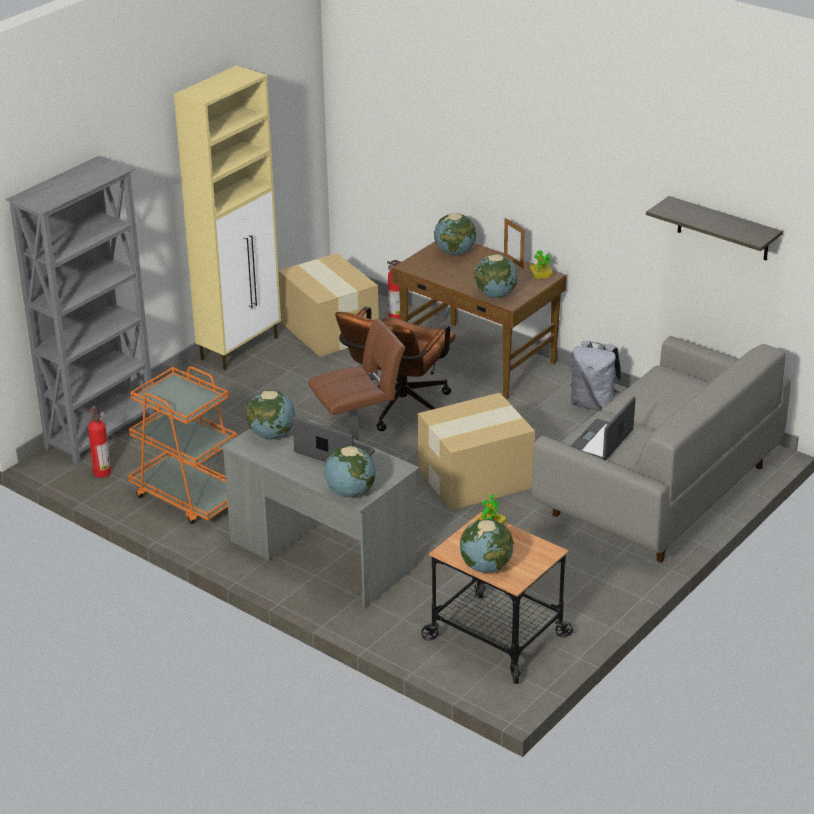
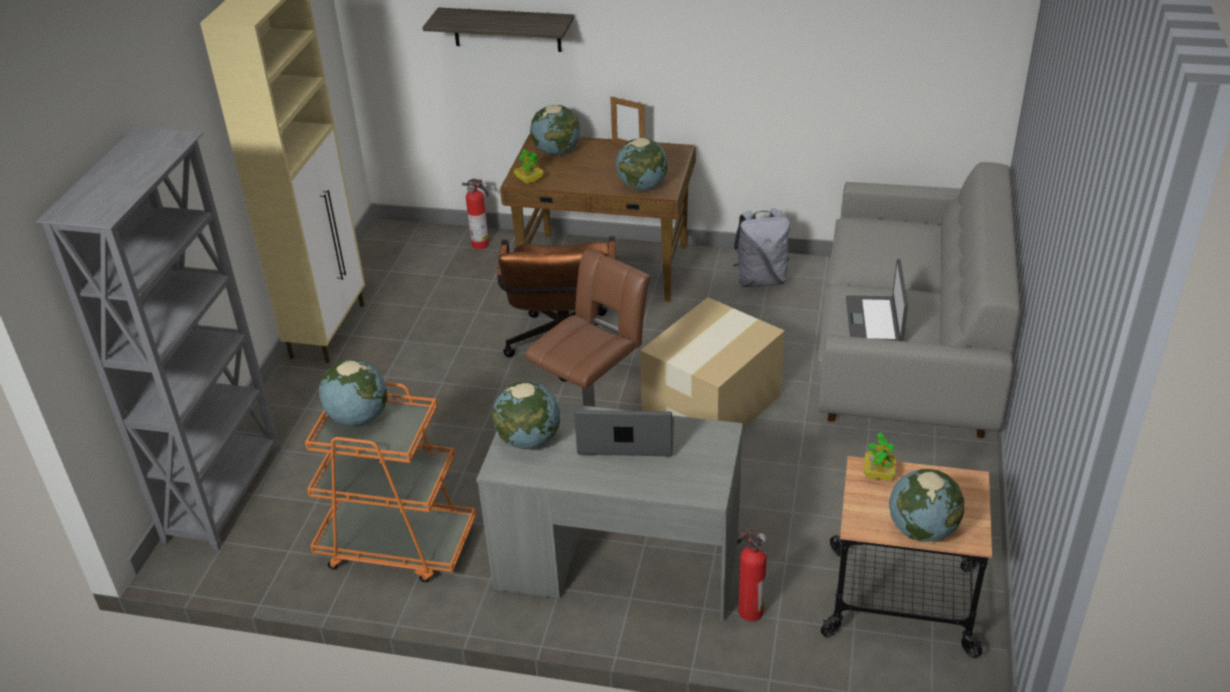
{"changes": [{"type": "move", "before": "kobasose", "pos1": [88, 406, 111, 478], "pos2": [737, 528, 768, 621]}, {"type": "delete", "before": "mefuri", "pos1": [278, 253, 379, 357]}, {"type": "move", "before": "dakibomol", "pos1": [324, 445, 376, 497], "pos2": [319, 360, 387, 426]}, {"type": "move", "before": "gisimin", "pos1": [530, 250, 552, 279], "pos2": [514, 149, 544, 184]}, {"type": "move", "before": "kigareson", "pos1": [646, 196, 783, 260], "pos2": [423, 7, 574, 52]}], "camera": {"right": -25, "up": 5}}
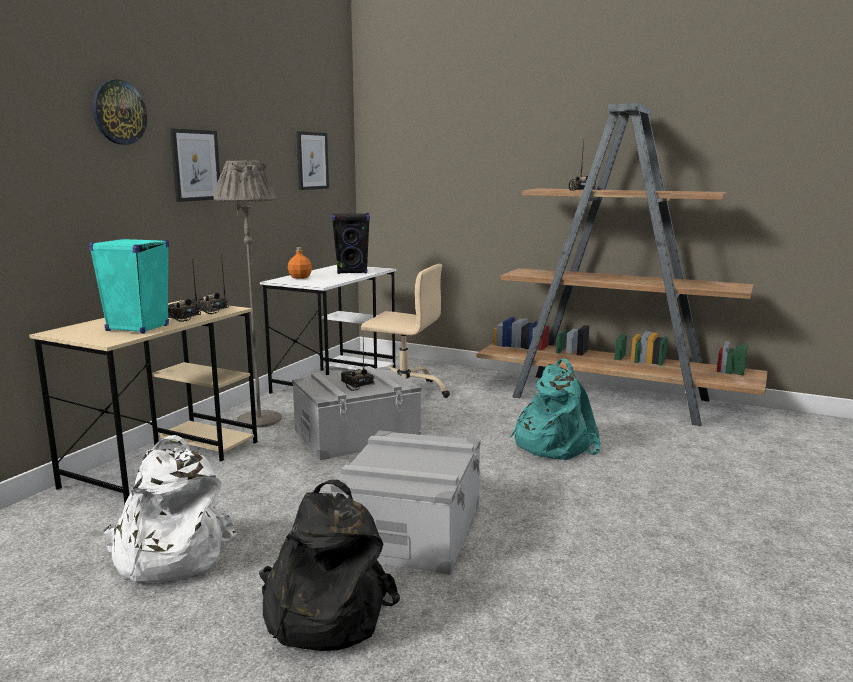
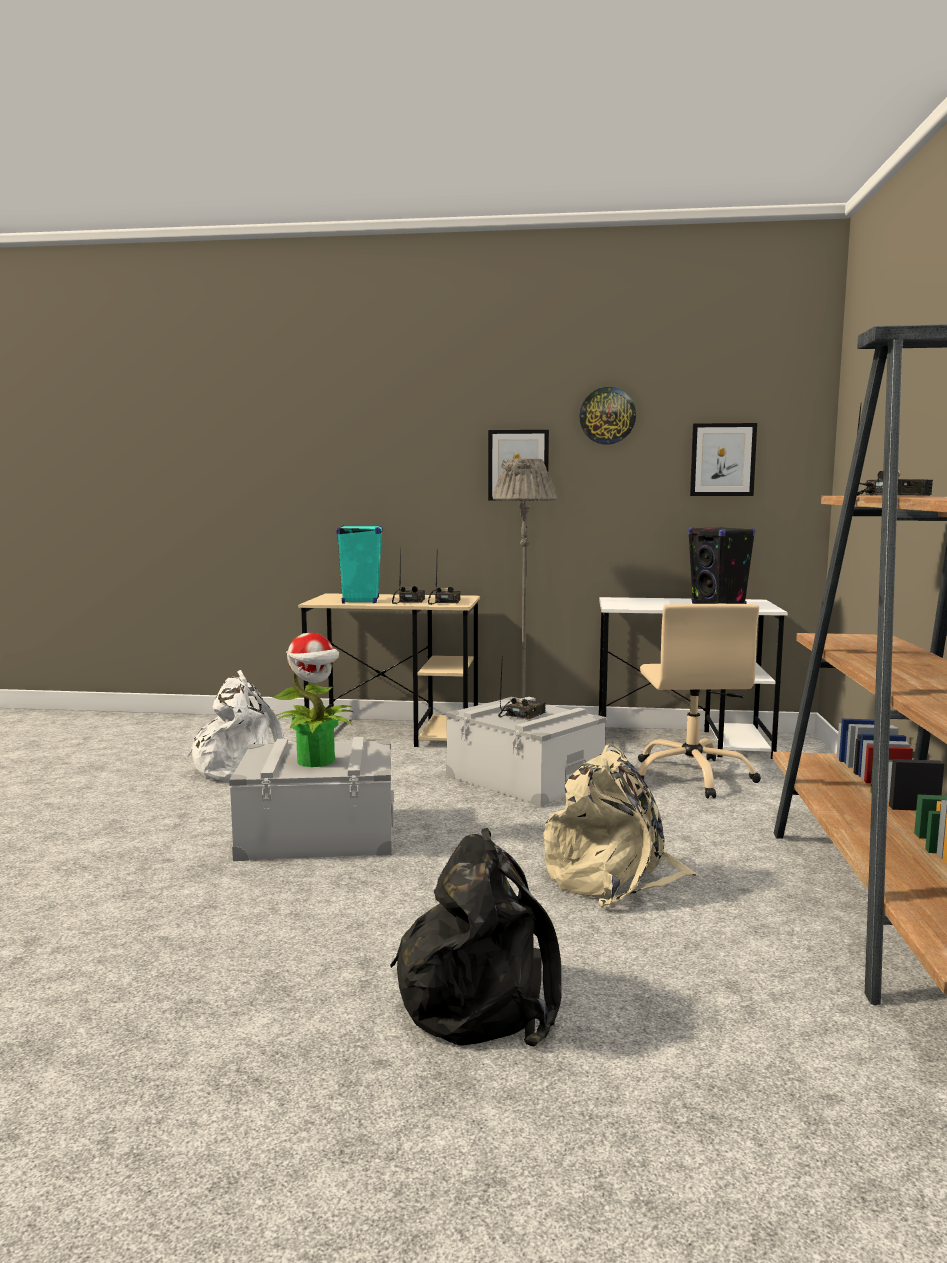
{"changes": [{"type": "move", "before": "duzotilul", "pos1": [92, 80, 147, 145], "pos2": [579, 387, 636, 445]}, {"type": "move", "before": "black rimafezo", "pos1": [259, 480, 400, 651], "pos2": [390, 828, 562, 1046]}, {"type": "delete", "before": "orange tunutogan", "pos1": [288, 247, 312, 279]}, {"type": "recolor", "before": "turquoise rimafezo", "after": "beige rimafezo", "pos1": [510, 358, 601, 460], "pos2": [544, 744, 699, 908]}, {"type": "insert", "after": "gisimin", "pos2": [273, 633, 353, 767]}], "camera": {"right": 70, "up": -5}}
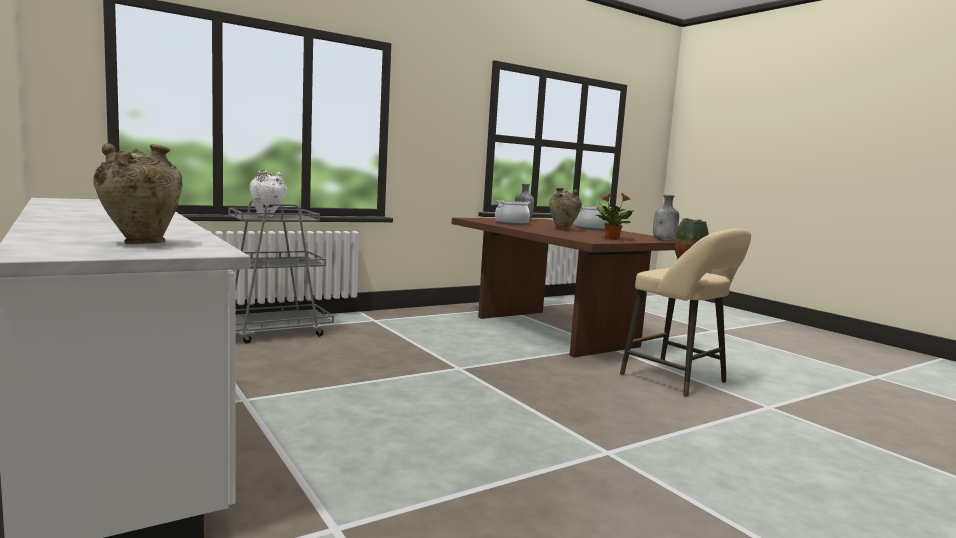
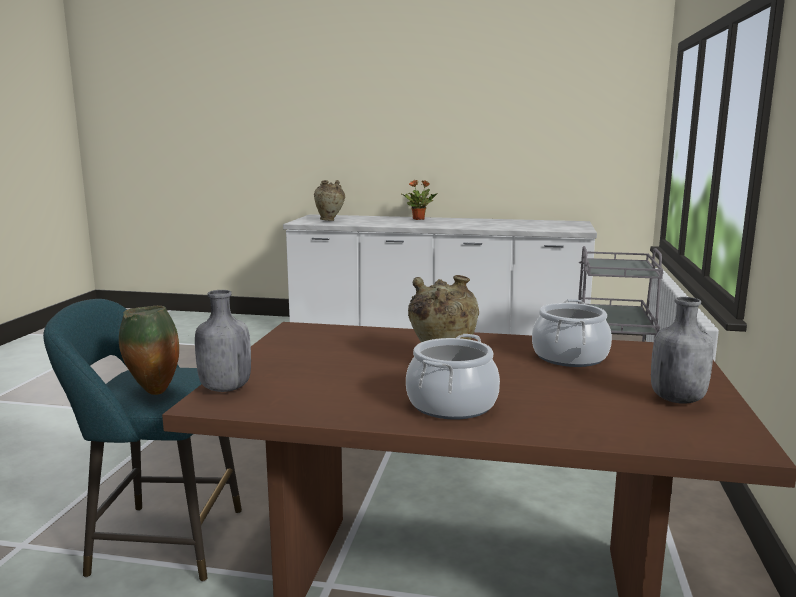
{"changes": [{"type": "delete", "before": "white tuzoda", "pos1": [250, 170, 287, 217]}, {"type": "move", "before": "gisimin", "pos1": [596, 193, 633, 240], "pos2": [402, 180, 438, 220]}, {"type": "recolor", "before": "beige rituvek", "after": "turquoise rituvek", "pos1": [620, 228, 751, 397], "pos2": [43, 299, 242, 582]}], "camera": {"right": 135, "up": 5}}
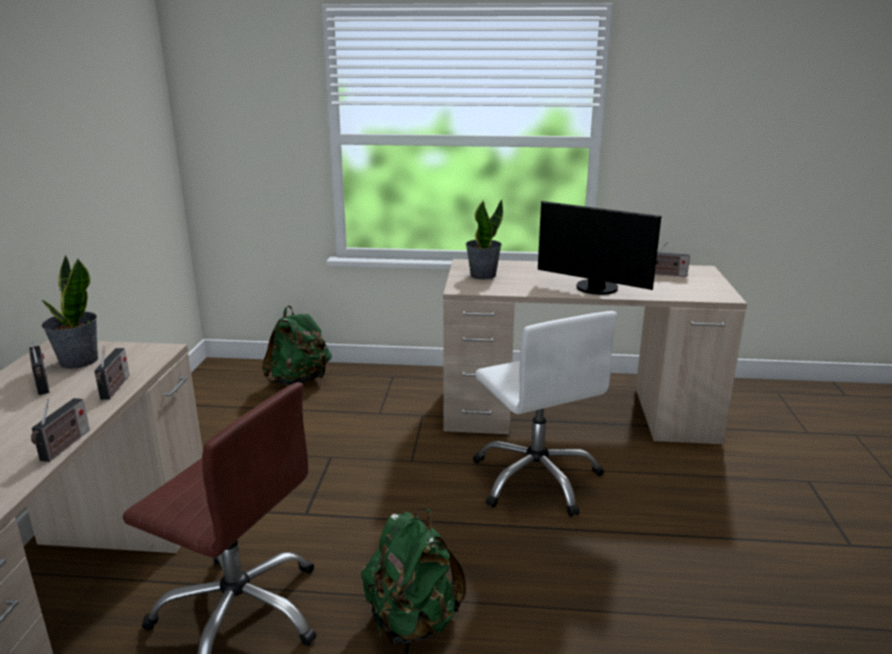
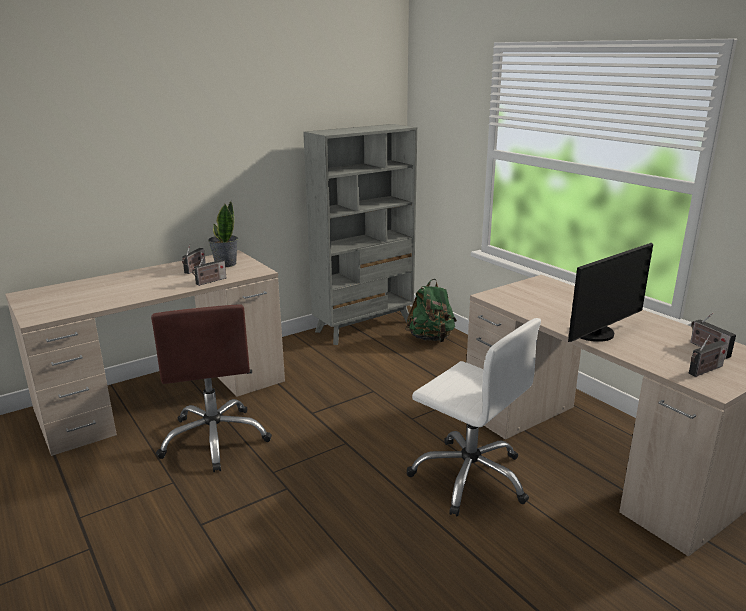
{"changes": [{"type": "move", "before": "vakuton", "pos1": [31, 398, 90, 462], "pos2": [689, 335, 728, 377]}, {"type": "delete", "before": "green rimafezo", "pos1": [361, 508, 466, 646]}, {"type": "delete", "before": "gisimin", "pos1": [466, 200, 503, 279]}, {"type": "rotate", "before": "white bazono", "pos1": [473, 311, 617, 517], "pos2": [407, 318, 541, 516], "turn": -75}, {"type": "rotate", "before": "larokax", "pos1": [538, 201, 661, 295], "pos2": [568, 243, 653, 342], "turn": -120}, {"type": "insert", "after": "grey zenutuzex", "pos2": [303, 124, 417, 345]}], "camera": {"right": 50, "up": 0}}
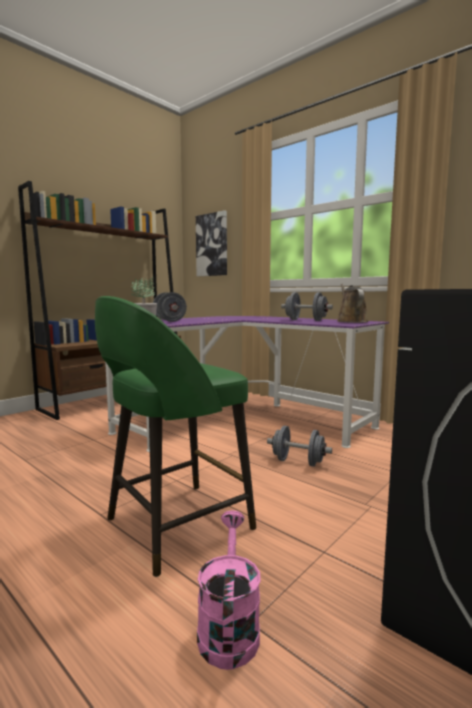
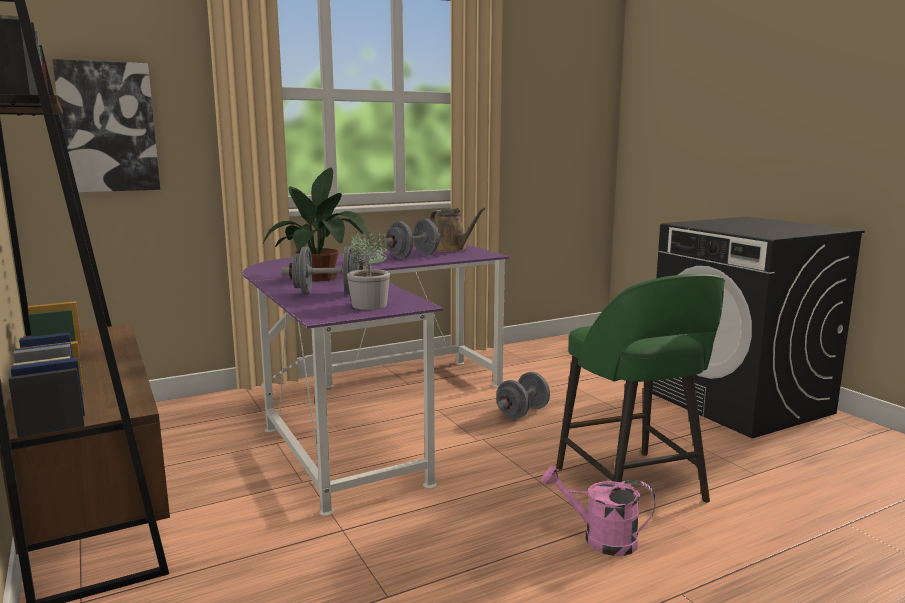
{"changes": [{"type": "move", "before": "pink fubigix", "pos1": [197, 510, 261, 670], "pos2": [541, 465, 656, 556]}, {"type": "rotate", "before": "brown fubigix", "pos1": [337, 283, 368, 323], "pos2": [430, 208, 486, 252], "turn": -150}, {"type": "insert", "after": "gisimin", "pos2": [263, 168, 369, 282]}], "camera": {"right": -70, "up": 5}}
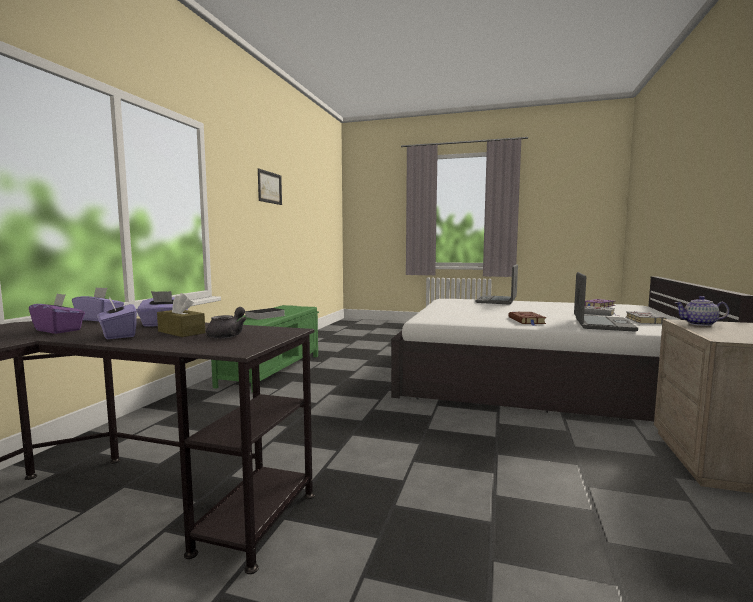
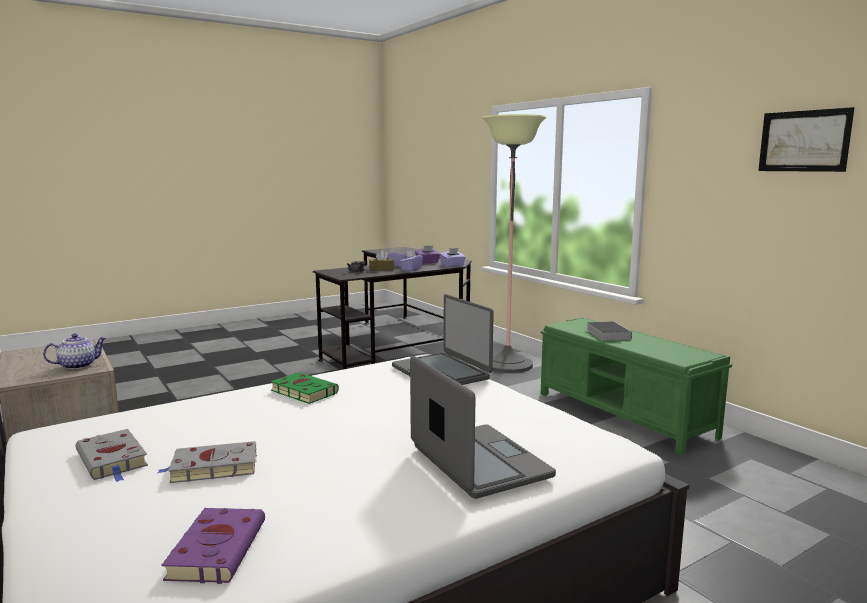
{"changes": [{"type": "recolor", "before": "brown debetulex", "after": "green debetulex", "pos1": [509, 312, 546, 326], "pos2": [270, 372, 339, 404]}, {"type": "move", "before": "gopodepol", "pos1": [574, 272, 638, 332], "pos2": [392, 294, 494, 385]}, {"type": "insert", "after": "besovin", "pos2": [482, 114, 547, 373]}], "camera": {"right": 130, "up": 5}}
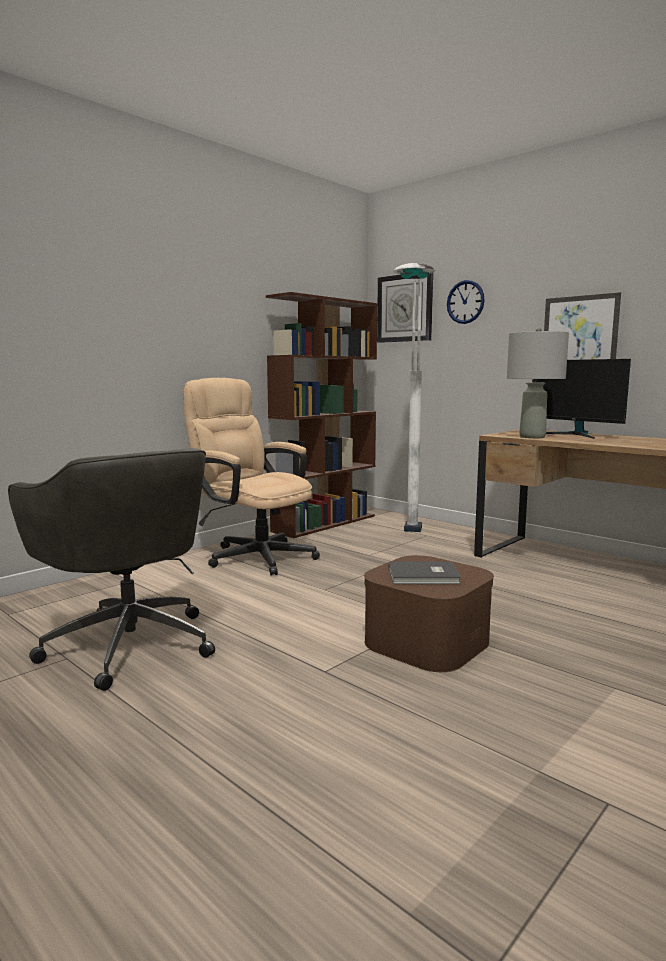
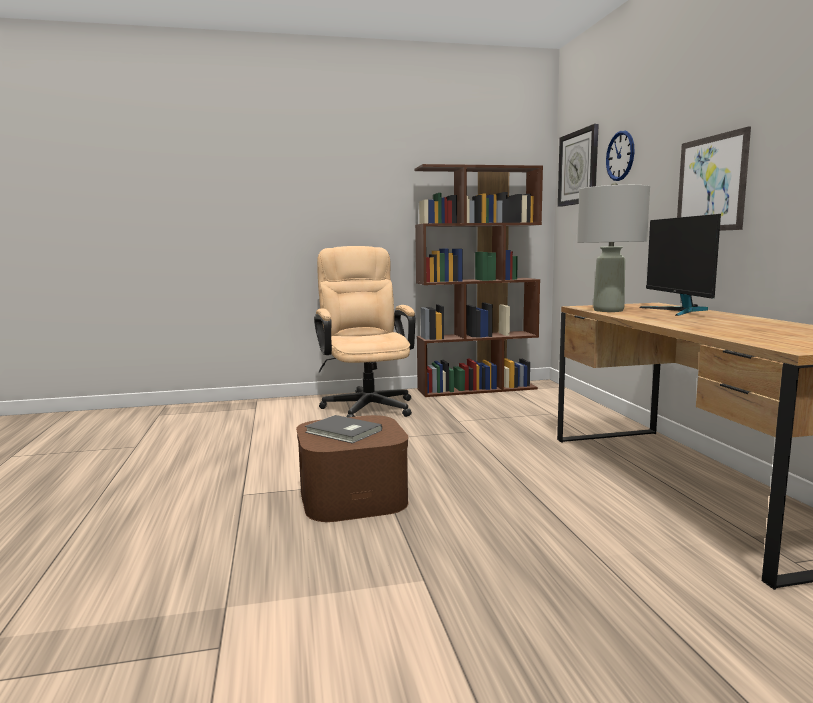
{"changes": [{"type": "delete", "before": "grey bazono", "pos1": [8, 448, 215, 691]}, {"type": "delete", "before": "white besovin", "pos1": [393, 263, 435, 532]}], "camera": {"right": 35, "up": 0}}
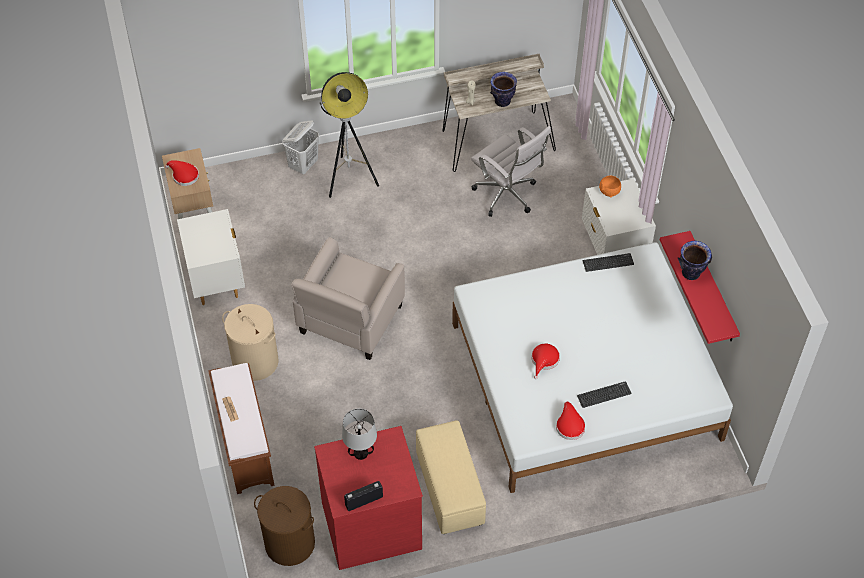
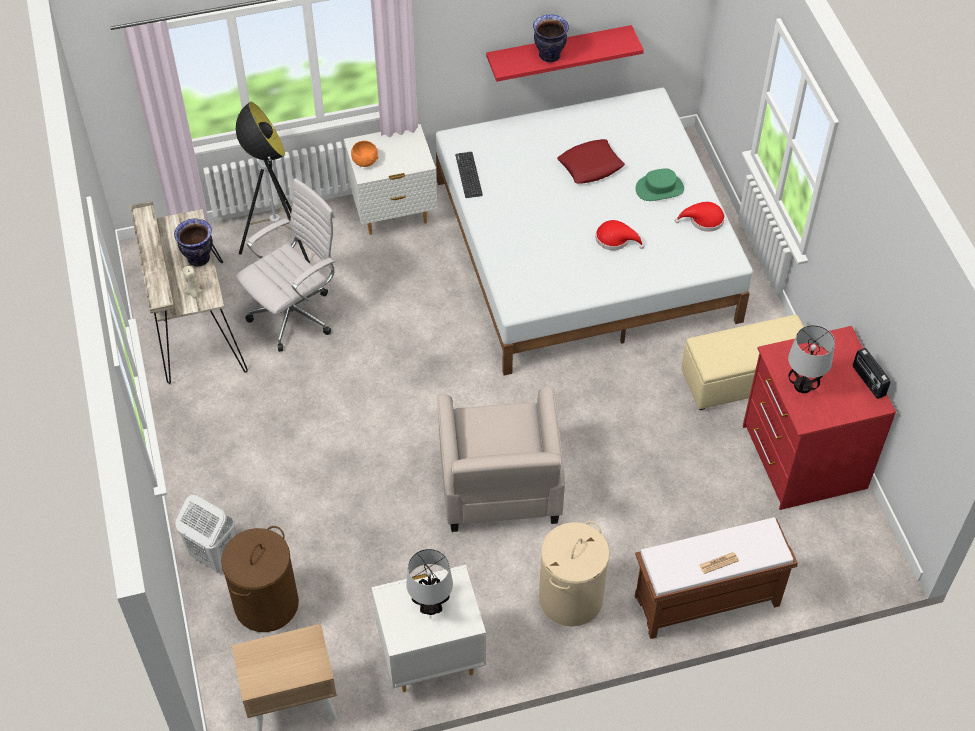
{"changes": [{"type": "delete", "before": "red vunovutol", "pos1": [165, 160, 199, 186]}, {"type": "move", "before": "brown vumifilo", "pos1": [254, 486, 315, 566], "pos2": [221, 526, 299, 632]}, {"type": "rotate", "before": "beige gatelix", "pos1": [291, 237, 405, 360], "pos2": [437, 386, 565, 532], "turn": 60}, {"type": "move", "before": "besovin", "pos1": [320, 72, 379, 198], "pos2": [236, 102, 310, 263]}, {"type": "replace", "before": "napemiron", "after": "green vunovutol", "pos1": [577, 381, 632, 408], "pos2": [635, 169, 684, 201]}, {"type": "insert", "after": "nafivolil", "pos2": [406, 549, 453, 615]}, {"type": "insert", "after": "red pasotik", "pos2": [557, 139, 625, 184]}], "camera": {"right": -90, "up": 0}}
